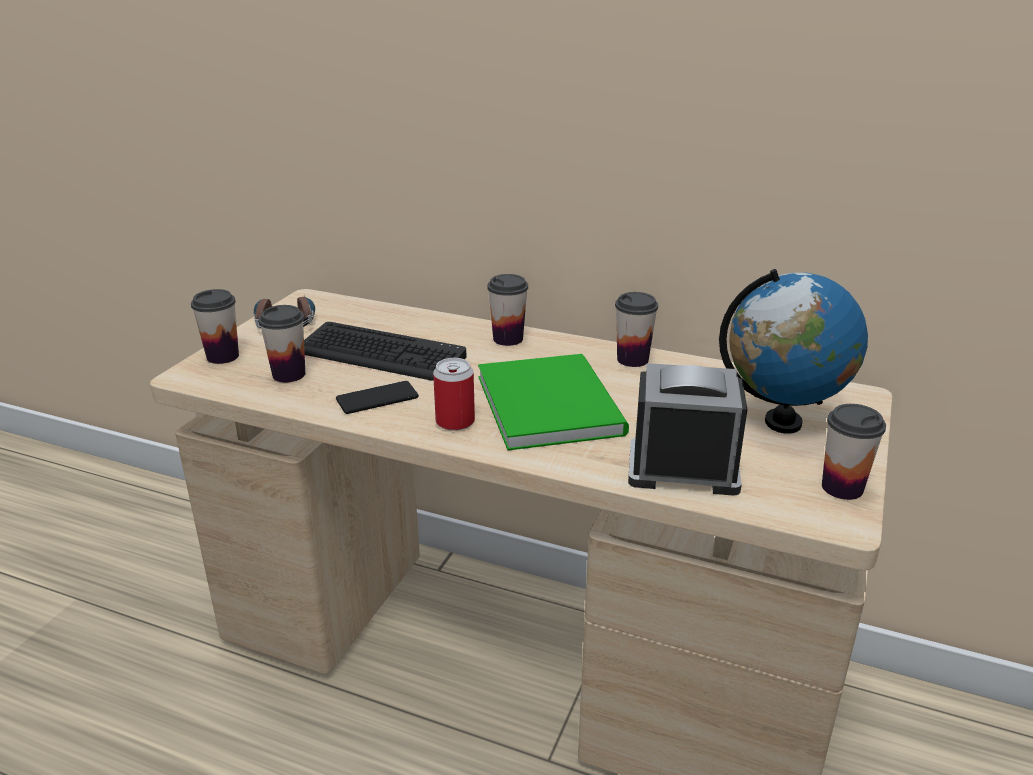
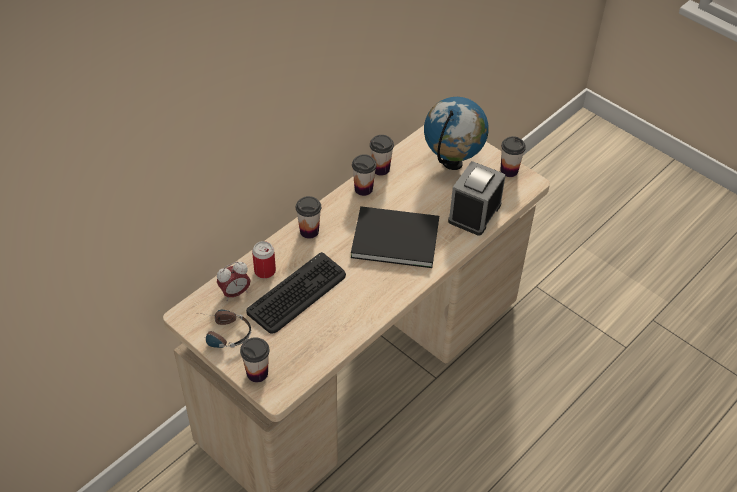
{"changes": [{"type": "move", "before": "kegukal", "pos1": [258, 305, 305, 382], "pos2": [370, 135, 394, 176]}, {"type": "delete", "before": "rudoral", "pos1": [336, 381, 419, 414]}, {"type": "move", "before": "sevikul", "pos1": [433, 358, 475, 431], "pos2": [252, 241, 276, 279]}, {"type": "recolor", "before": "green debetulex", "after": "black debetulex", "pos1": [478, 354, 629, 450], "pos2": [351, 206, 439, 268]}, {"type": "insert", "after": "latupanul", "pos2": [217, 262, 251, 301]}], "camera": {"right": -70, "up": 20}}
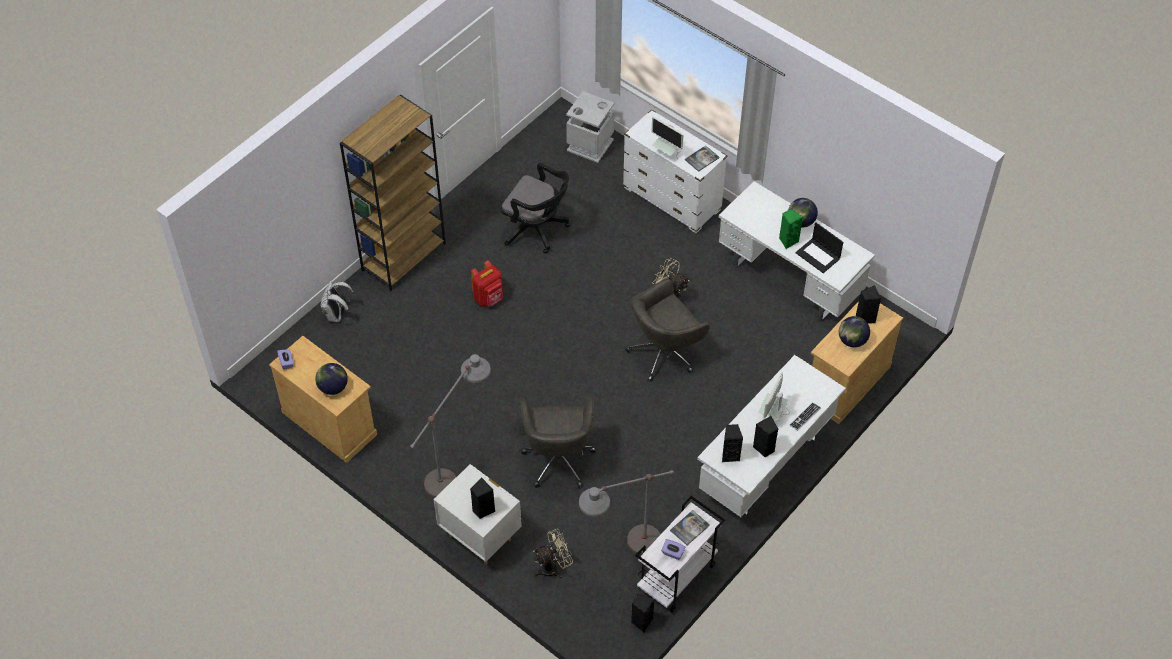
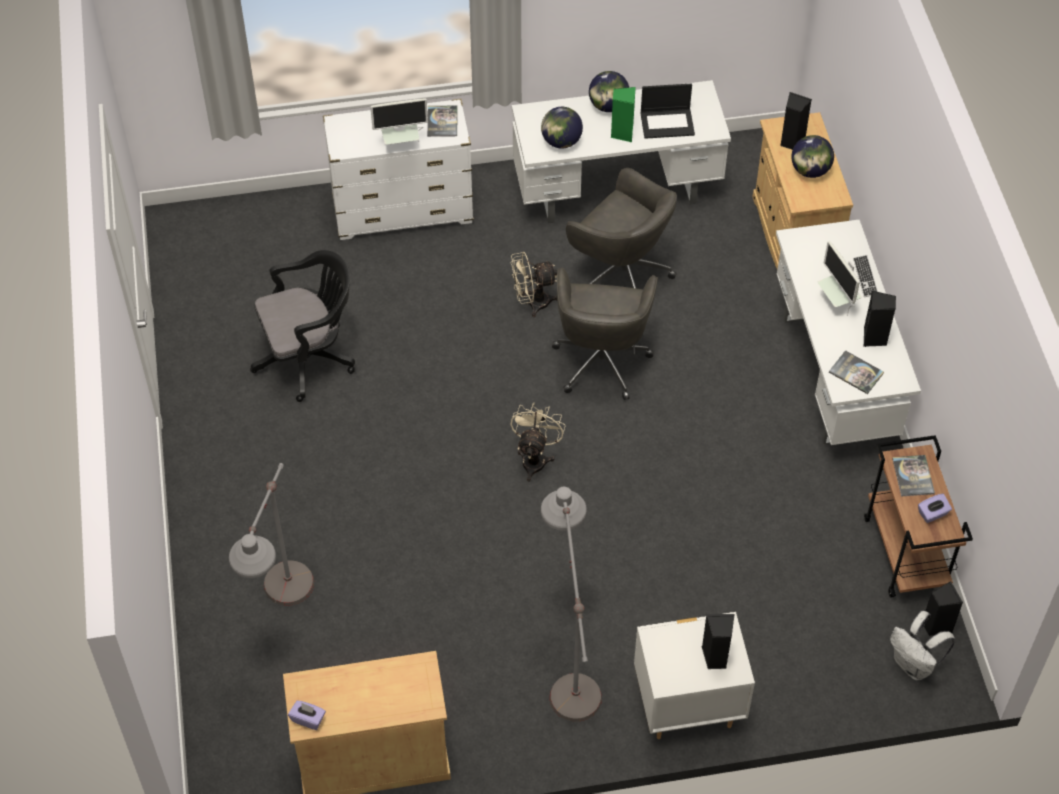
{"changes": [{"type": "move", "before": "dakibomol", "pos1": [315, 363, 348, 395], "pos2": [541, 107, 583, 149]}, {"type": "move", "before": "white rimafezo", "pos1": [321, 281, 355, 322], "pos2": [890, 611, 955, 680]}, {"type": "delete", "before": "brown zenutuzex", "pos1": [340, 94, 446, 291]}, {"type": "delete", "before": "red rimafezo", "pos1": [471, 260, 503, 307]}, {"type": "move", "before": "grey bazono", "pos1": [520, 397, 596, 488], "pos2": [566, 168, 677, 288]}, {"type": "move", "before": "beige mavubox", "pos1": [533, 529, 573, 578], "pos2": [510, 403, 566, 482]}, {"type": "delete", "before": "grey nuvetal", "pos1": [566, 91, 614, 163]}, {"type": "move", "before": "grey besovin", "pos1": [579, 470, 674, 556], "pos2": [229, 463, 314, 606]}, {"type": "recolor", "before": "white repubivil", "after": "brown repubivil", "pos1": [635, 496, 725, 612], "pos2": [864, 435, 973, 598]}, {"type": "replace", "before": "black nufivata", "after": "debetulex", "pos1": [722, 424, 743, 462], "pos2": [829, 350, 884, 394]}], "camera": {"right": -50, "up": 0}}
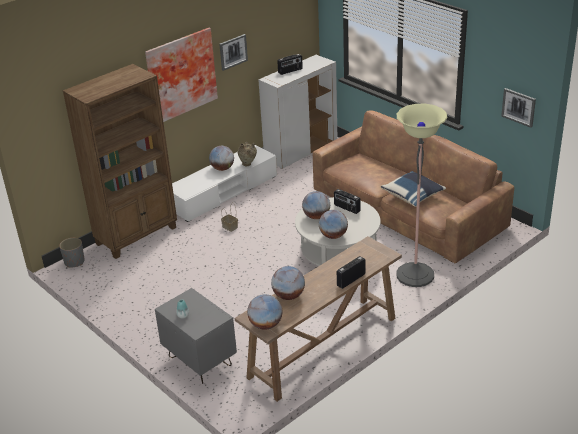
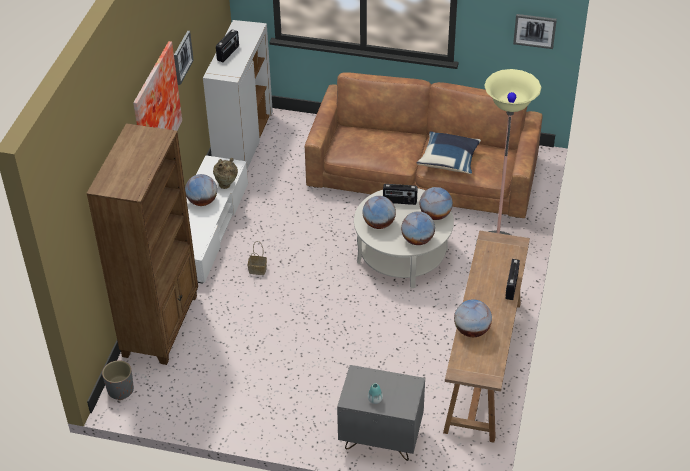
{"changes": [{"type": "move", "before": "dakibomol", "pos1": [247, 294, 282, 330], "pos2": [419, 187, 453, 220]}], "camera": {"right": -35, "up": 10}}
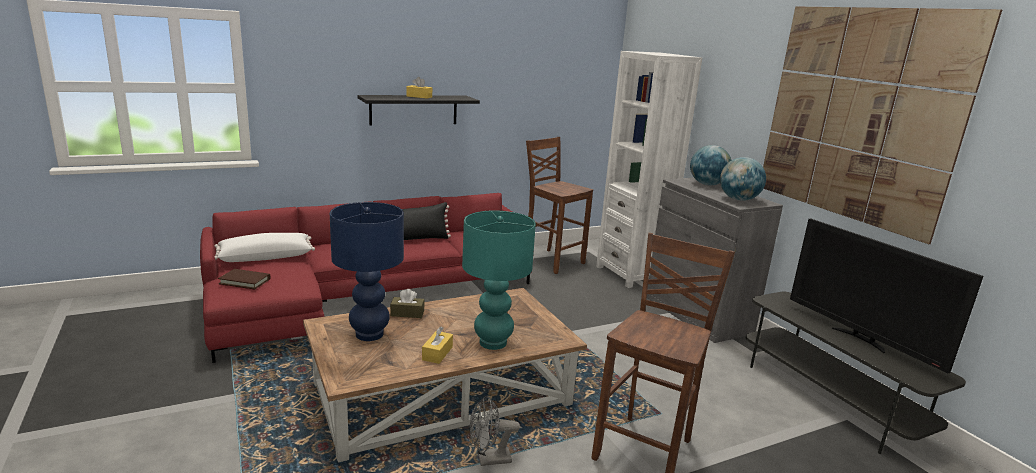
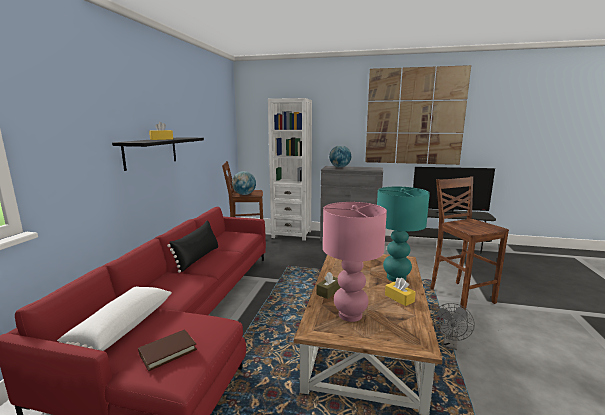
{"changes": [{"type": "recolor", "before": "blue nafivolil", "after": "pink nafivolil", "pos1": [330, 202, 404, 341], "pos2": [323, 202, 387, 322]}, {"type": "move", "before": "dakibomol", "pos1": [720, 157, 766, 201], "pos2": [232, 171, 256, 195]}], "camera": {"right": -50, "up": -5}}
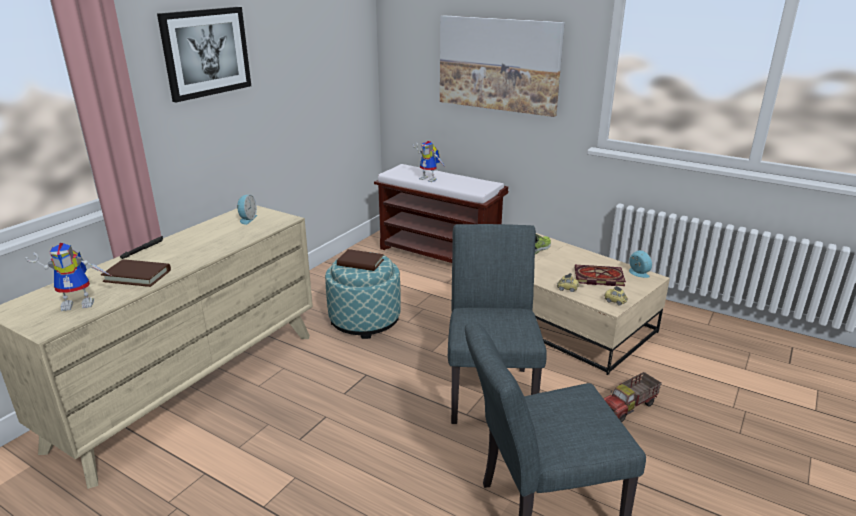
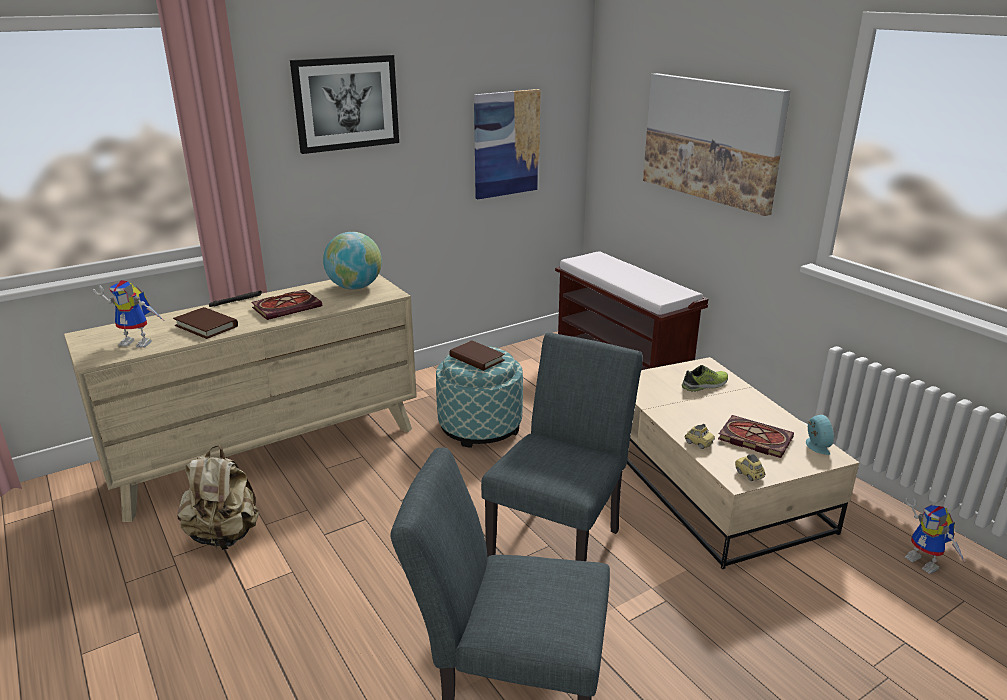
{"changes": [{"type": "replace", "before": "latupanul", "after": "dakibomol", "pos1": [237, 195, 257, 225], "pos2": [323, 232, 382, 290]}, {"type": "move", "before": "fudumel", "pos1": [413, 141, 446, 182], "pos2": [905, 498, 965, 574]}, {"type": "delete", "before": "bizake", "pos1": [603, 372, 662, 422]}, {"type": "insert", "after": "beige rimafezo", "pos2": [177, 445, 259, 550]}, {"type": "insert", "after": "debetulex", "pos2": [251, 290, 322, 320]}, {"type": "insert", "after": "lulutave", "pos2": [474, 89, 541, 199]}], "camera": {"right": 25, "up": 0}}
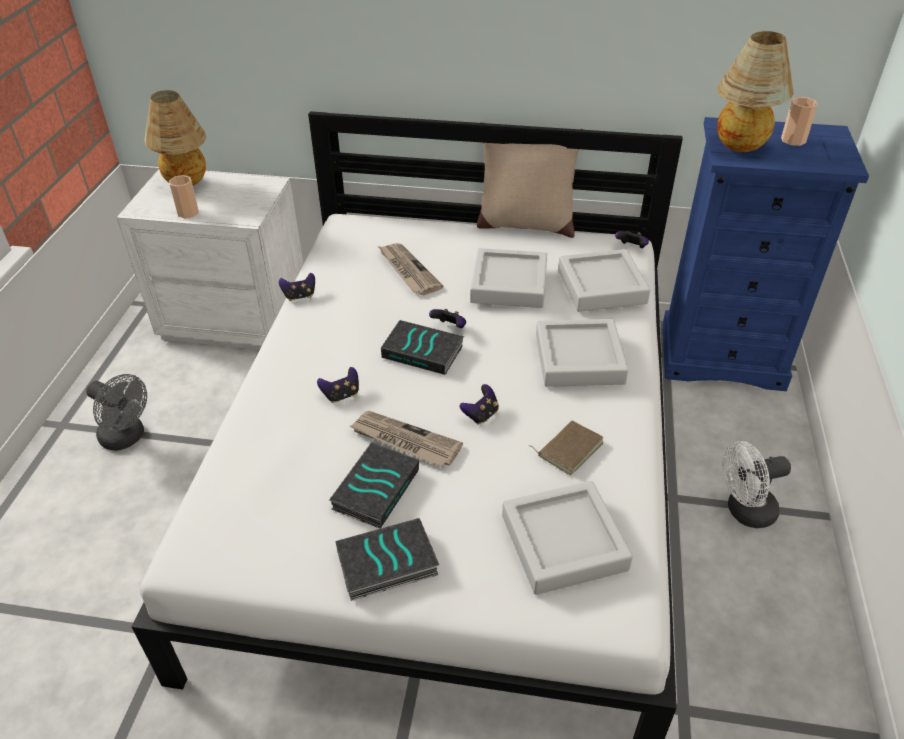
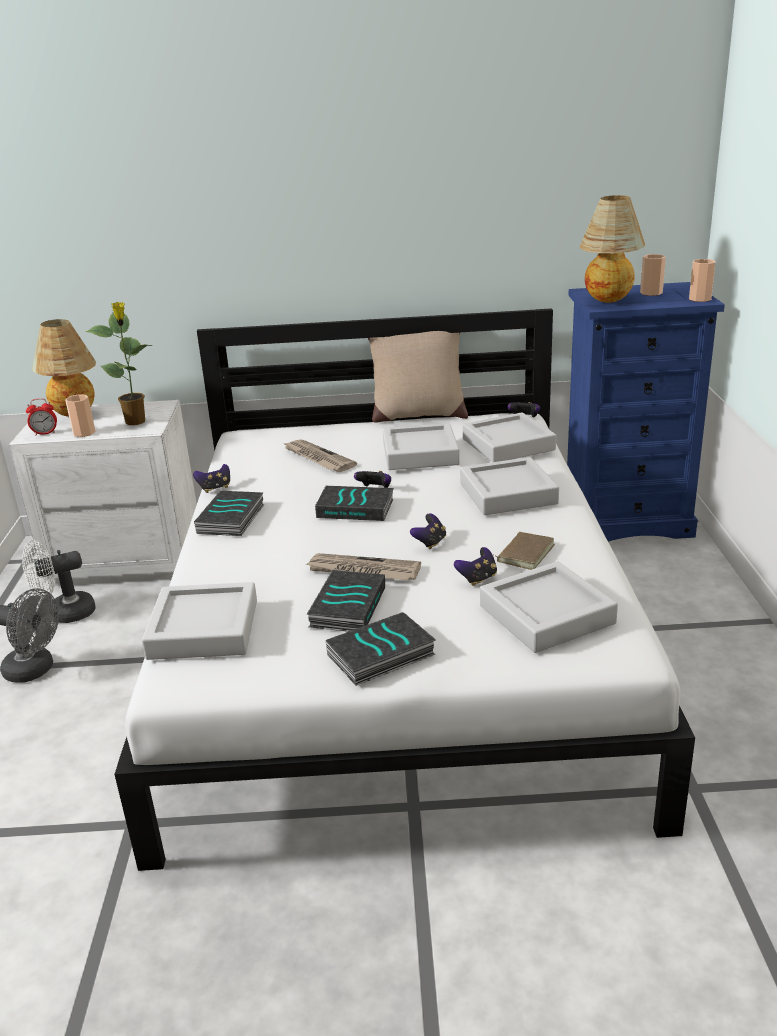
{"changes": [{"type": "move", "before": "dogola", "pos1": [317, 367, 359, 403], "pos2": [454, 547, 497, 586]}, {"type": "move", "before": "white mavubox", "pos1": [723, 441, 791, 528], "pos2": [22, 540, 96, 623]}, {"type": "insert", "after": "latupanul", "pos2": [26, 398, 57, 436]}, {"type": "insert", "after": "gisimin", "pos2": [86, 302, 153, 425]}, {"type": "insert", "after": "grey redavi", "pos2": [142, 582, 257, 660]}, {"type": "insert", "after": "debetulex", "pos2": [194, 491, 265, 536]}, {"type": "insert", "after": "kegukal", "pos2": [689, 259, 715, 302]}], "camera": {"right": -10, "up": -15}}
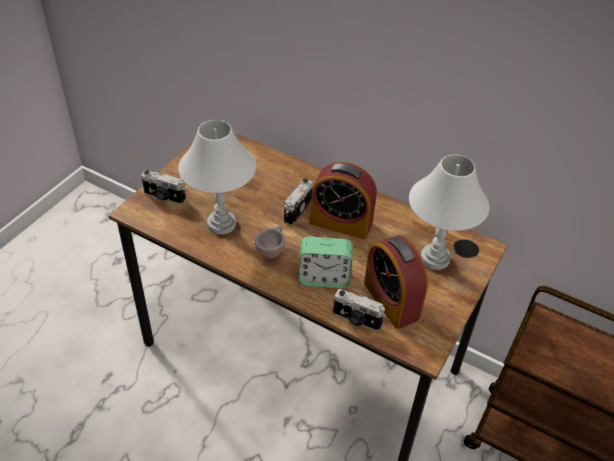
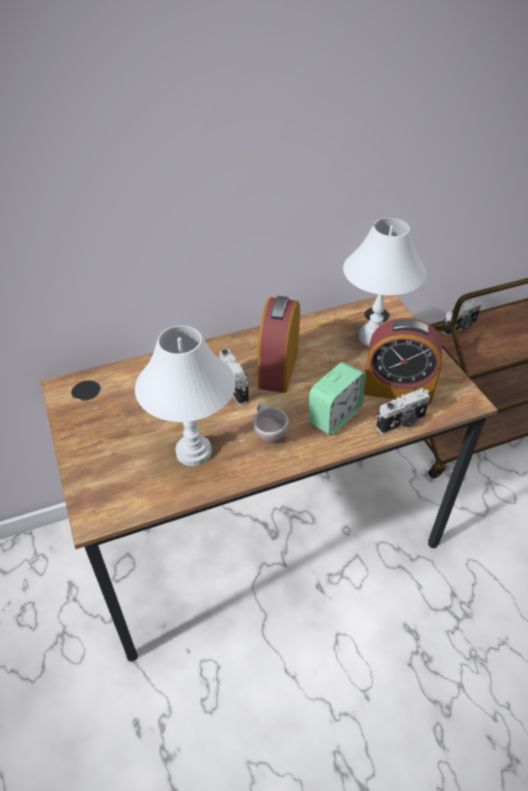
{"changes": [{"type": "move", "before": "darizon", "pos1": [141, 170, 186, 205], "pos2": [442, 299, 482, 336]}, {"type": "rotate", "before": "latupanul", "pos1": [310, 162, 377, 239], "pos2": [258, 296, 300, 393], "turn": 135}], "camera": {"right": -50, "up": 0}}
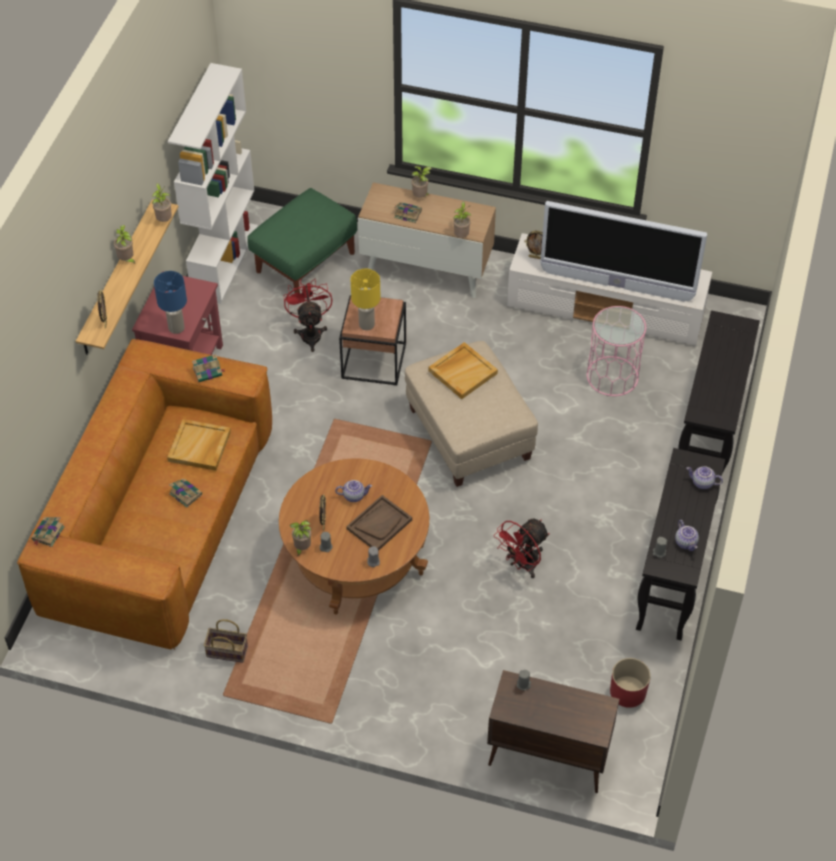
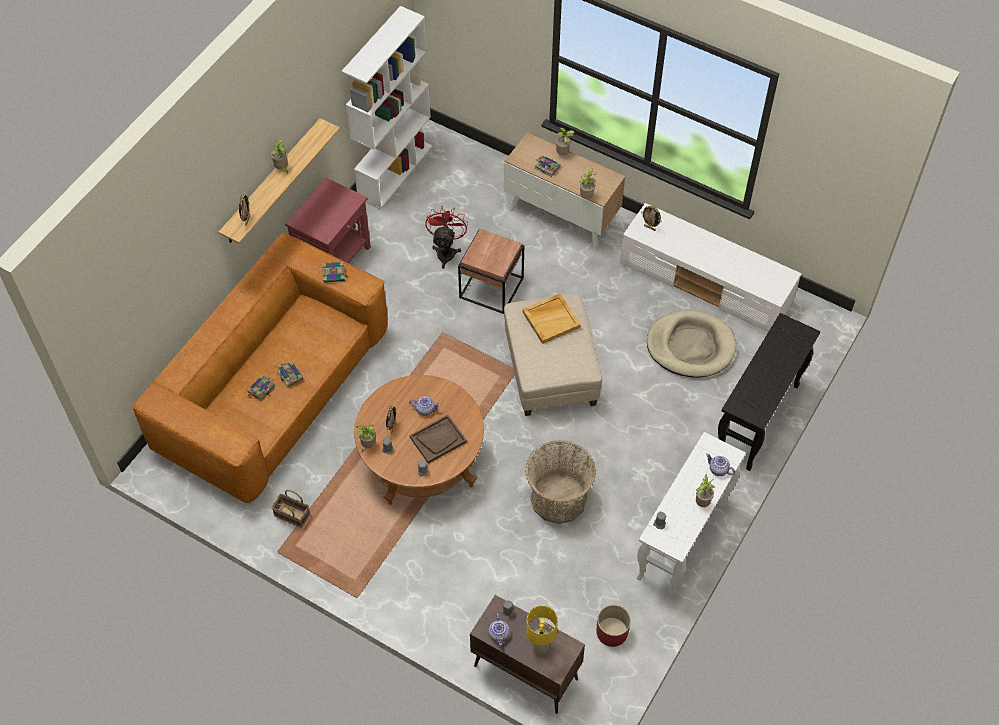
{"changes": [{"type": "move", "before": "debetulex", "pos1": [31, 517, 65, 547], "pos2": [247, 376, 276, 402]}, {"type": "move", "before": "gisimin", "pos1": [152, 183, 172, 222], "pos2": [696, 474, 715, 507]}, {"type": "delete", "before": "blue nafivolil", "pos1": [154, 271, 187, 334]}, {"type": "delete", "before": "beige redavi", "pos1": [167, 419, 231, 471]}, {"type": "delete", "before": "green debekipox", "pos1": [247, 188, 357, 293]}, {"type": "move", "before": "yellow nafivolil", "pos1": [351, 269, 381, 330], "pos2": [526, 606, 558, 655]}, {"type": "replace", "before": "red mavubox", "after": "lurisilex", "pos1": [494, 519, 550, 578], "pos2": [525, 440, 596, 524]}, {"type": "delete", "before": "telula", "pos1": [541, 201, 707, 301]}, {"type": "replace", "before": "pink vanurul", "after": "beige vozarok", "pos1": [587, 306, 646, 396], "pos2": [647, 310, 736, 378]}, {"type": "recolor", "before": "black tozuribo", "after": "white tozuribo", "pos1": [636, 448, 725, 640], "pos2": [637, 432, 746, 598]}, {"type": "move", "before": "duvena", "pos1": [675, 520, 699, 551], "pos2": [488, 613, 510, 645]}], "camera": {"right": 15, "up": 5}}
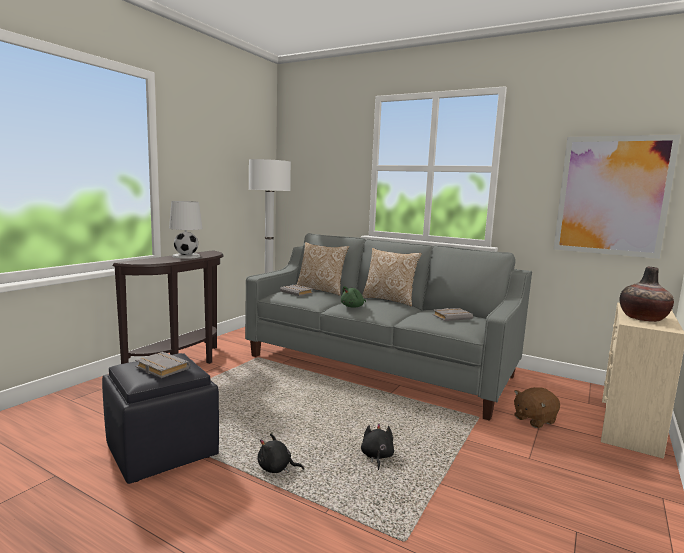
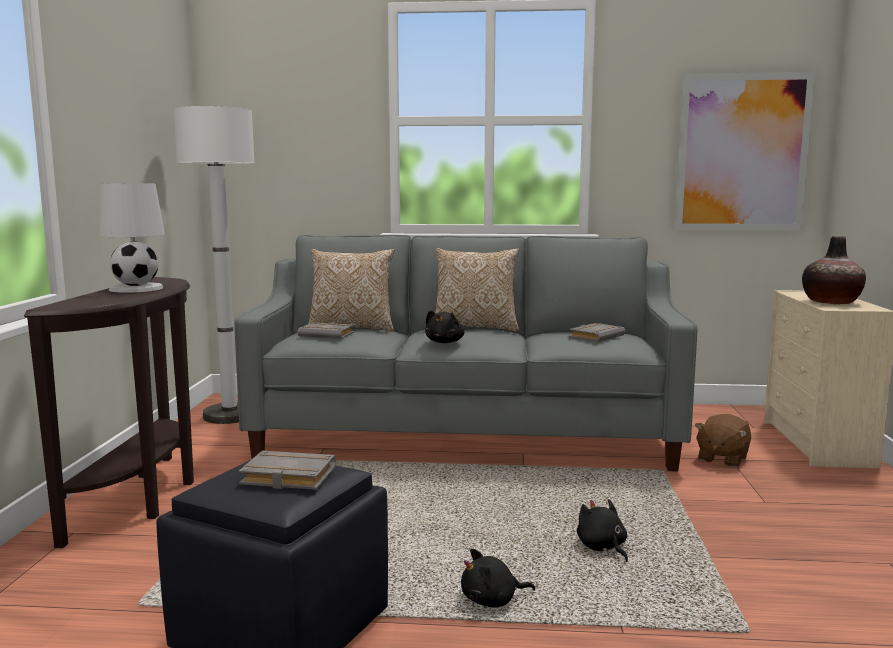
{"changes": [{"type": "recolor", "before": "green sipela", "after": "black sipela", "pos1": [341, 286, 366, 308], "pos2": [425, 310, 465, 343]}], "camera": {"right": -25, "up": 0}}
